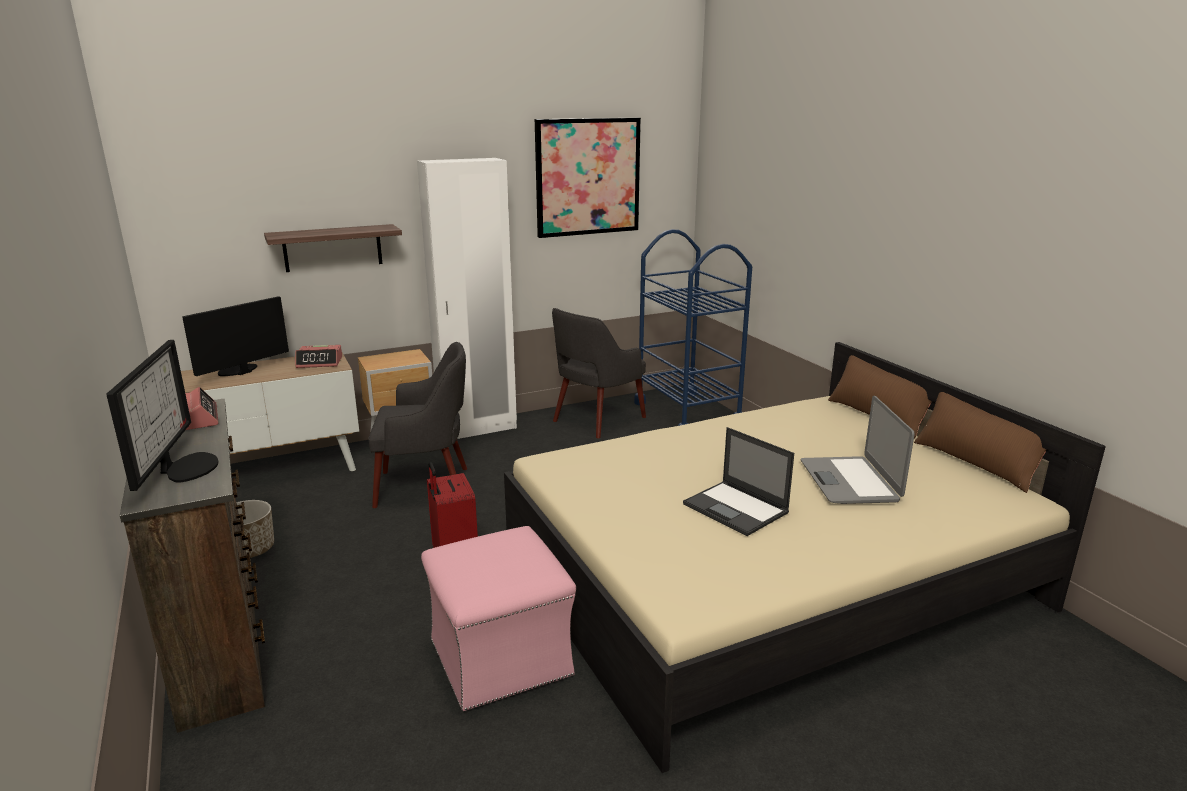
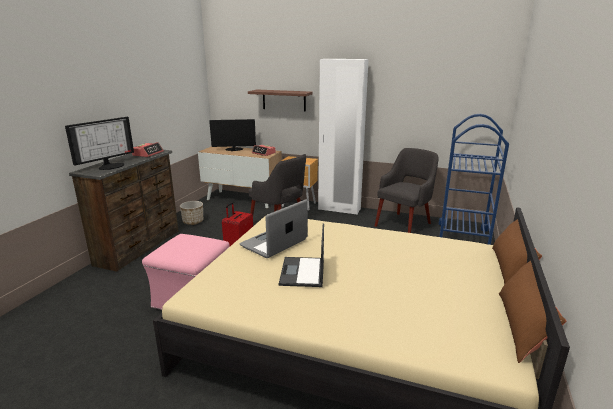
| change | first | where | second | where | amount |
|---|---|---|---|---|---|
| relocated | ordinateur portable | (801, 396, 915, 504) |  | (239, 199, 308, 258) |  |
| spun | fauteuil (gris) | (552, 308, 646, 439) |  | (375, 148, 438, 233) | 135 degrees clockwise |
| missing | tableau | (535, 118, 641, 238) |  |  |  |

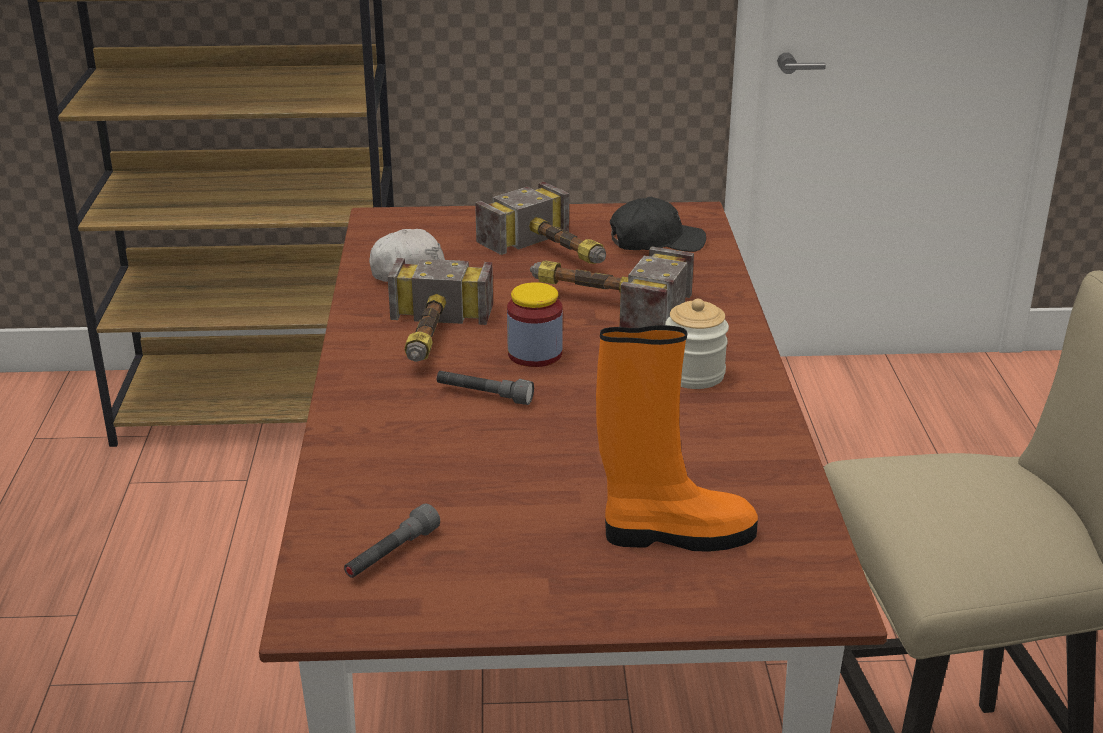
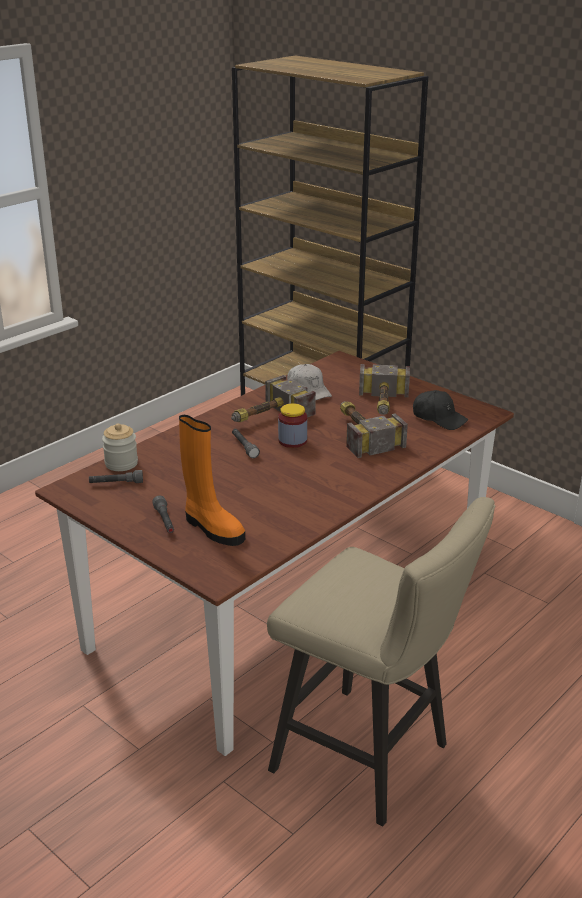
| change | first | where | second | where | amount |
|---|---|---|---|---|---|
| relocated | bocal | (665, 299, 729, 389) |  | (102, 424, 138, 471) |  |
| appeared |  |  | lampe de poche (gris) | (152, 496, 174, 533) |  |

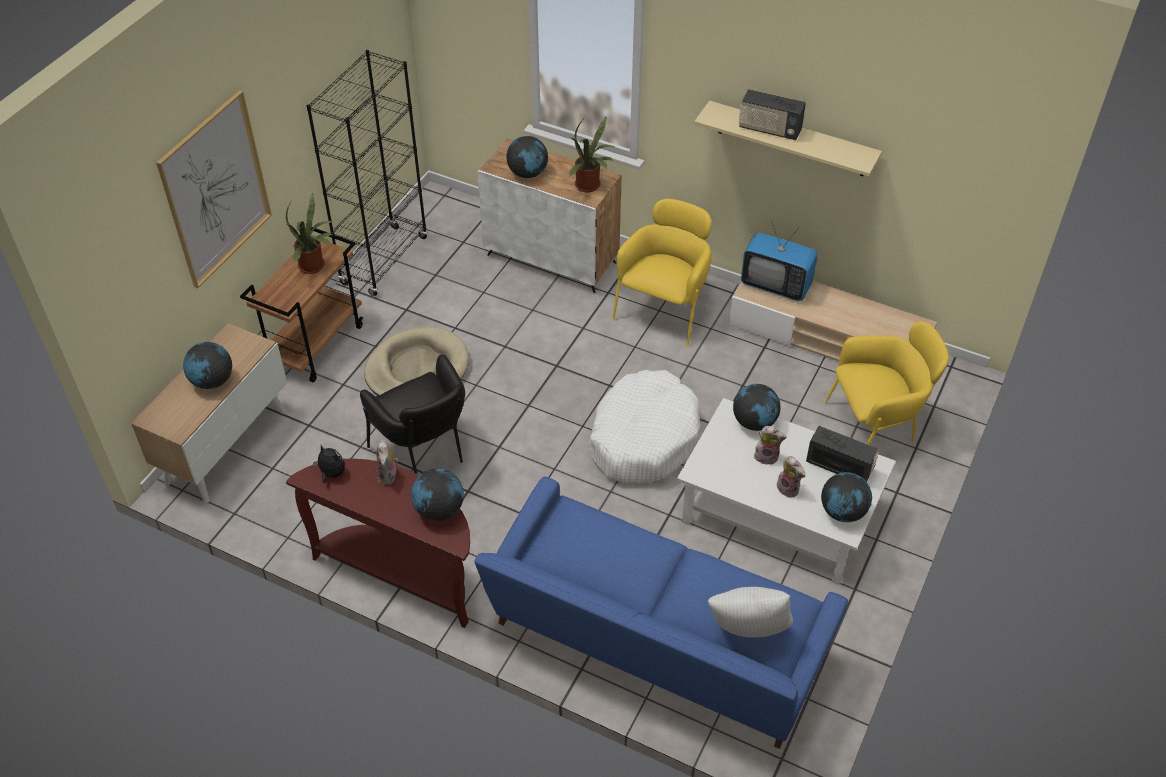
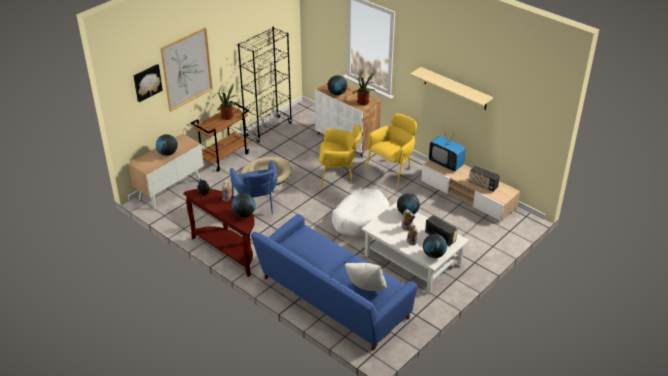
| change | first | where | second | where | amount |
|---|---|---|---|---|---|
| appeared |  |  | tableau | (133, 64, 163, 102) |  |
| colour | fauteuil (noir) | (360, 354, 465, 474) | fauteuil (bleu) | (230, 160, 278, 214) |  |
| relocated | fauteuil (jaune) | (825, 321, 949, 445) |  | (319, 124, 361, 188) |  |
| relocated | radio | (739, 89, 806, 140) |  | (469, 165, 500, 192) |  |

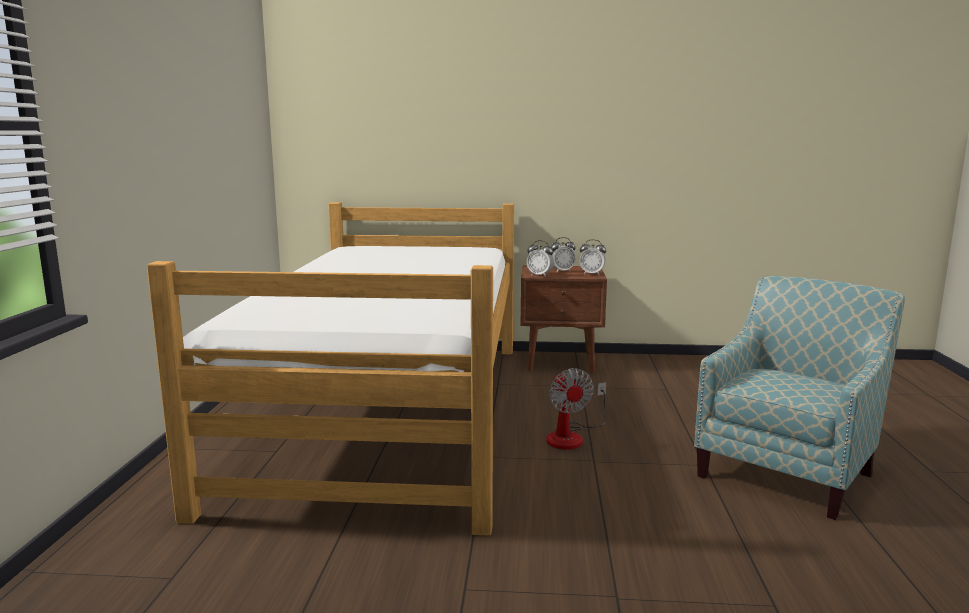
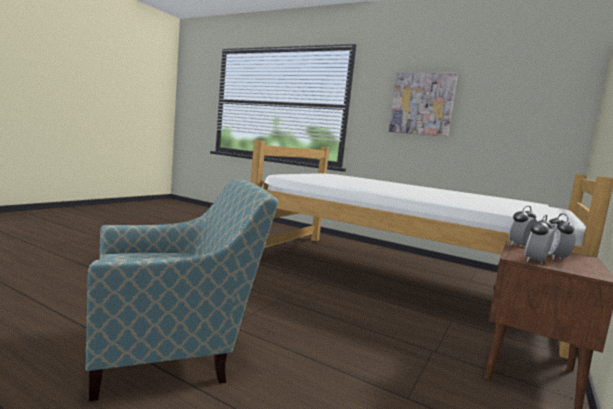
| change | first | where | second | where | amount |
|---|---|---|---|---|---|
| spun | fauteuil | (694, 276, 905, 520) |  | (85, 179, 278, 401) | 90 degrees counterclockwise |
| appeared |  |  | tableau | (389, 73, 458, 136) |  |
| missing | ventilateur | (546, 368, 606, 449) |  |  |  |

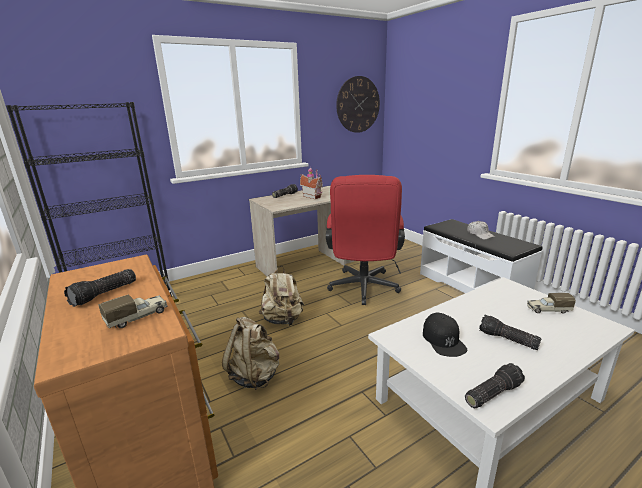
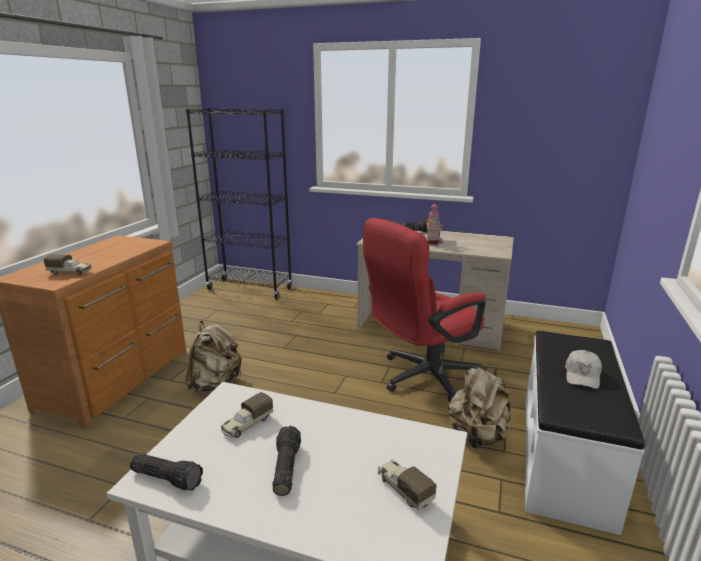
| change | first | where | second | where | amount |
|---|---|---|---|---|---|
| exchanged | casquette (noir) | (423, 313, 467, 357) | camion jouet | (221, 392, 273, 438) |  |
| relocated | sac à dos (beige) | (259, 266, 304, 326) |  | (448, 364, 510, 449) |  |
| missing | lampe de poche | (64, 269, 136, 307) |  |  |  |
| missing | horloge murale | (336, 76, 380, 133) |  |  |  |

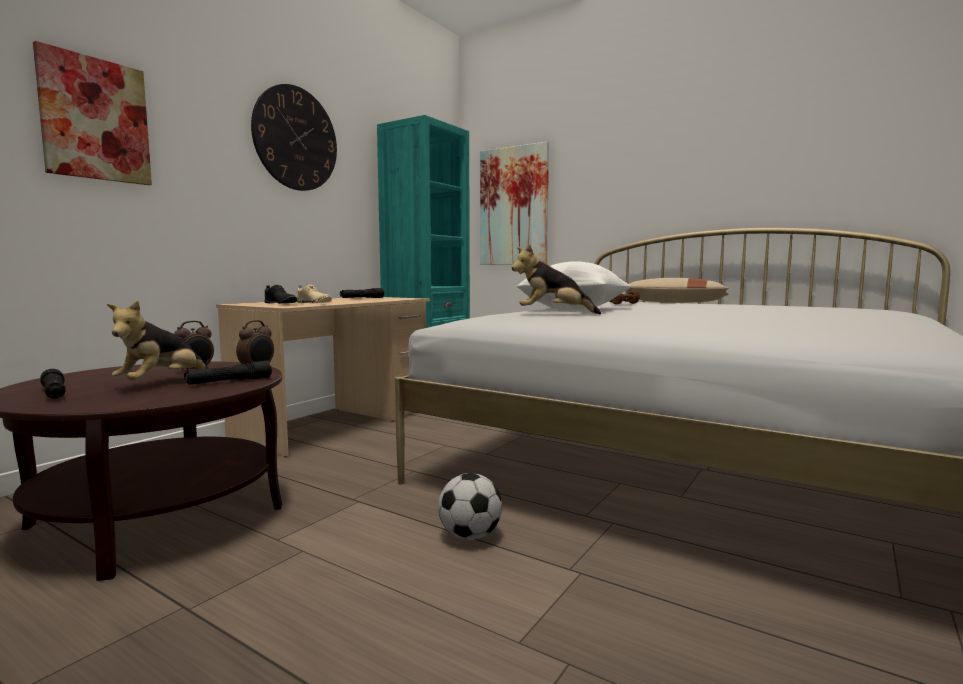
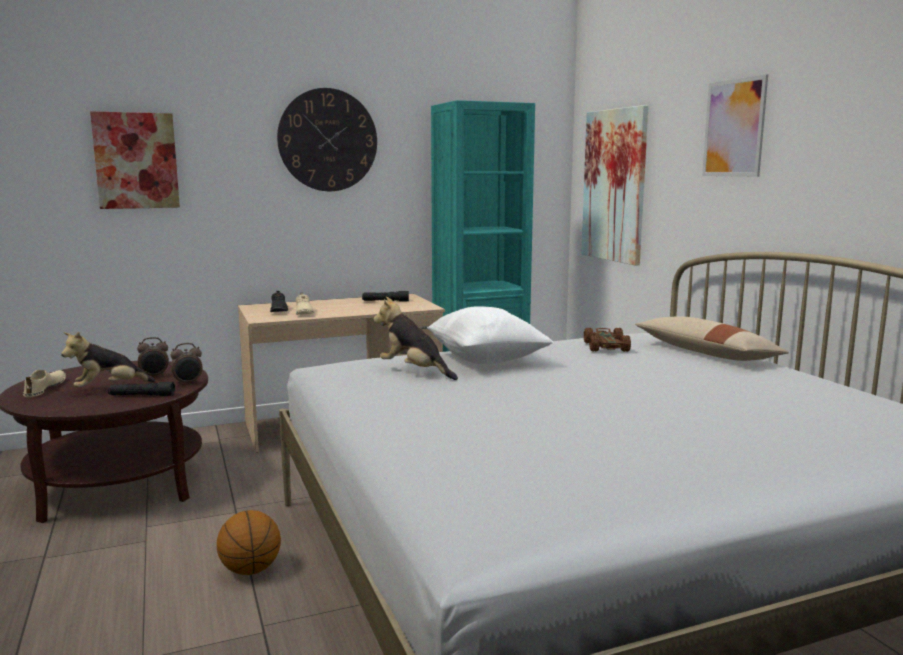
| change | first | where | second | where | amount |
|---|---|---|---|---|---|
| exchanged | lampe de poche (noir) | (40, 369, 66, 399) | chaussure (beige) | (23, 370, 66, 397) |  |
| exchanged | ballon de foot | (438, 473, 502, 540) | ballon de basket | (217, 510, 281, 575) |  |
| appeared |  |  | tableau | (702, 74, 768, 177) |  |

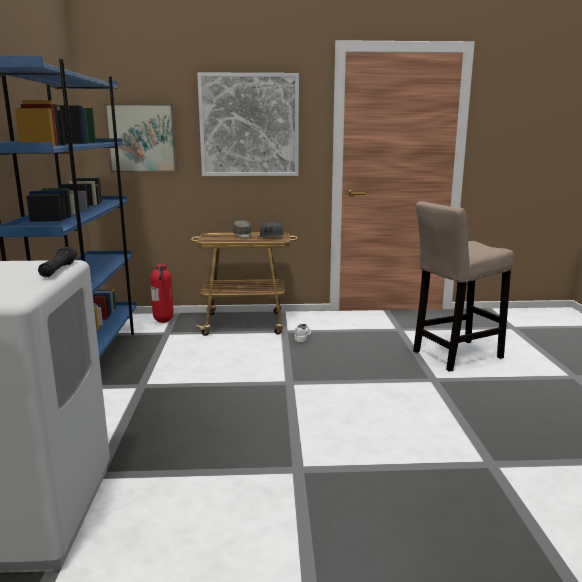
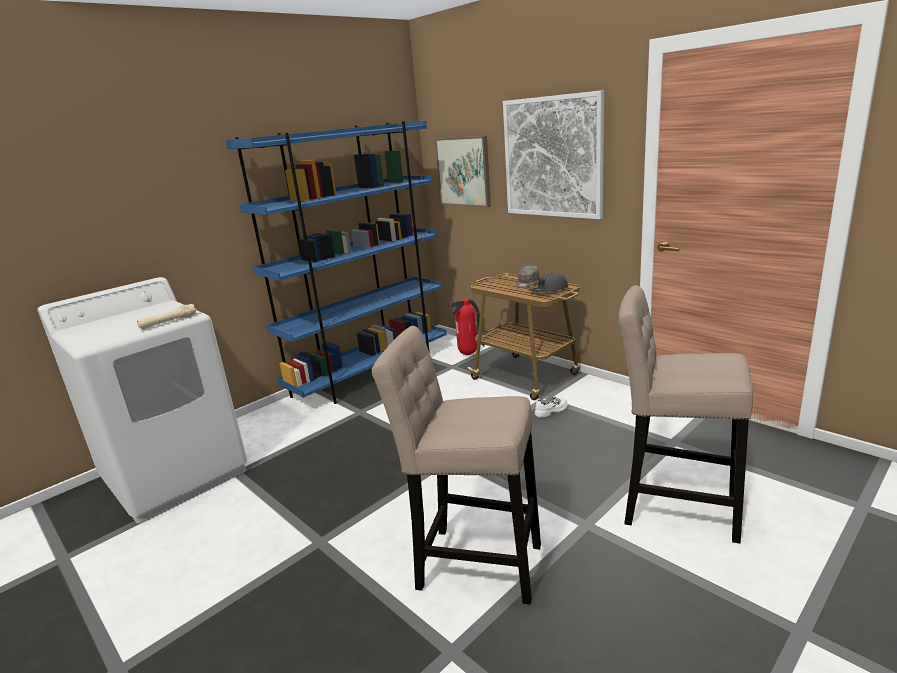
| change | first | where | second | where | amount |
|---|---|---|---|---|---|
| colour | lampe de poche (noir) | (38, 247, 77, 277) | lampe de poche (beige) | (137, 304, 197, 330) |  |
| appeared |  |  | tabouret (beige) | (371, 326, 541, 604) |  |

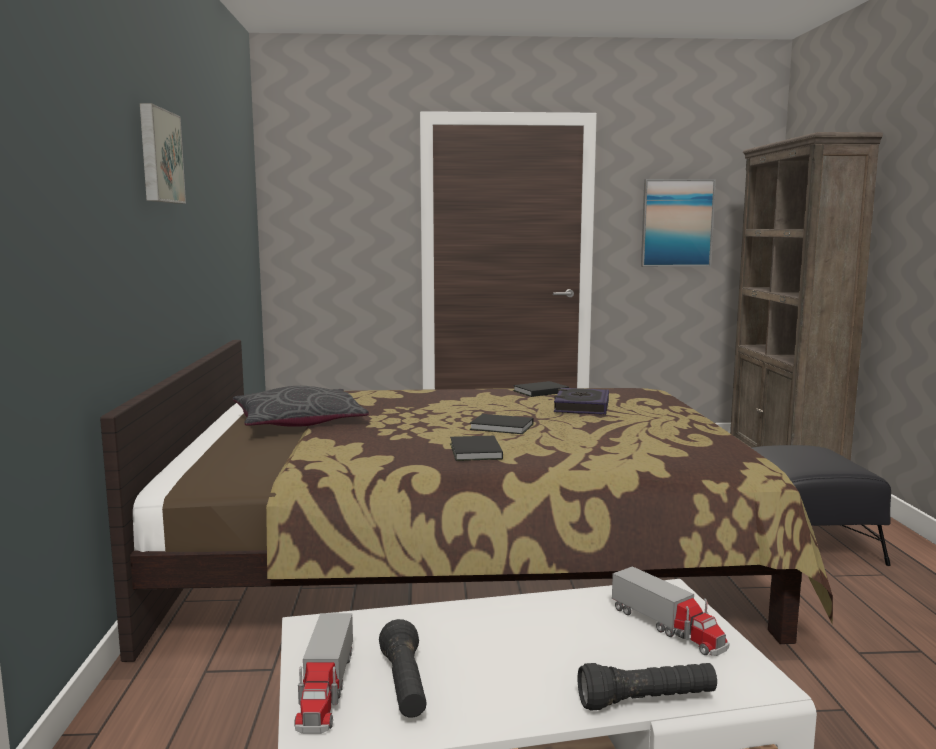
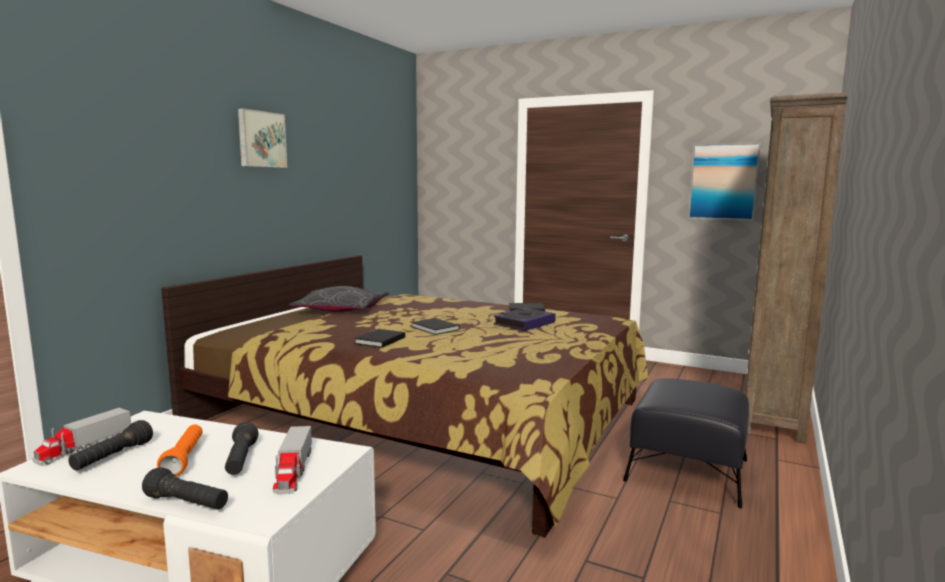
| change | first | where | second | where | amount |
|---|---|---|---|---|---|
| appeared |  |  | lampe de poche (orange) | (157, 424, 203, 476) |  |
| appeared |  |  | lampe de poche (noir) | (225, 422, 259, 475) |  |

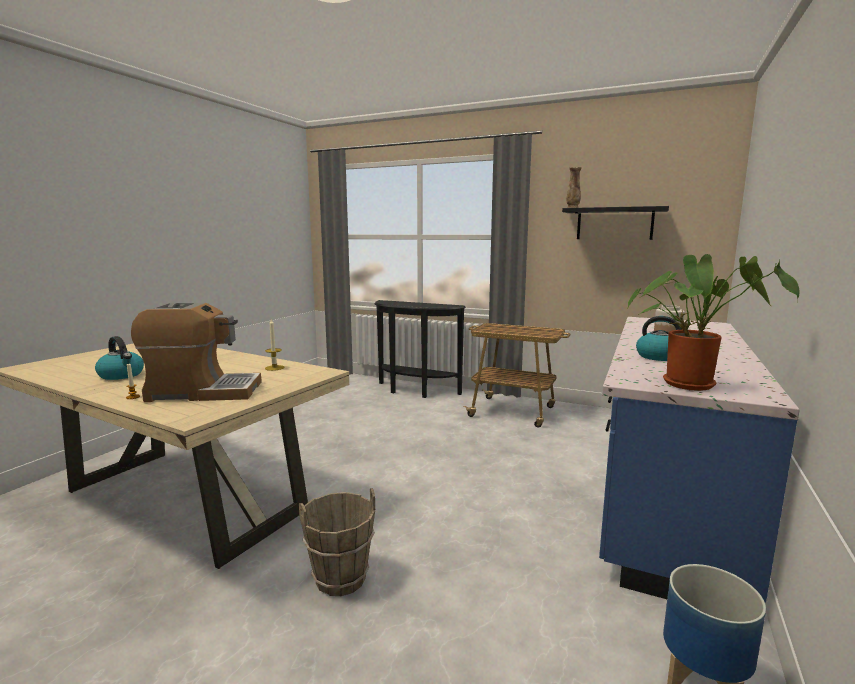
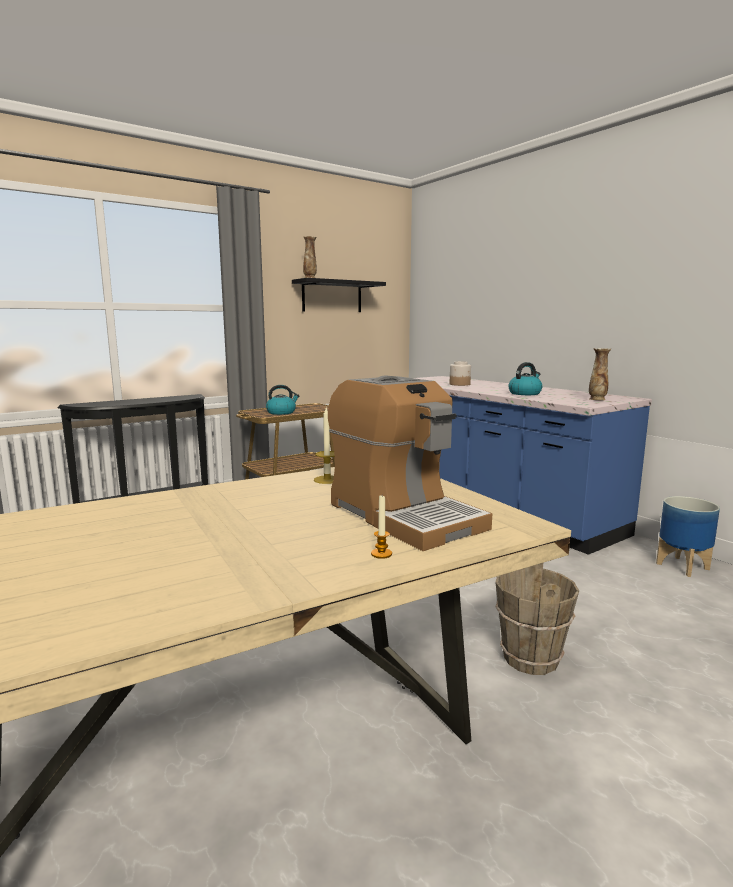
| change | first | where | second | where | amount |
|---|---|---|---|---|---|
| relocated | bouilloire | (95, 336, 144, 380) |  | (266, 385, 299, 415) |  |
| spun | machine à café | (131, 303, 262, 402) |  | (328, 375, 492, 551) | 120 degrees clockwise |
| exchanged | plante en pot | (628, 254, 800, 391) | vase | (589, 348, 611, 400) |  |

